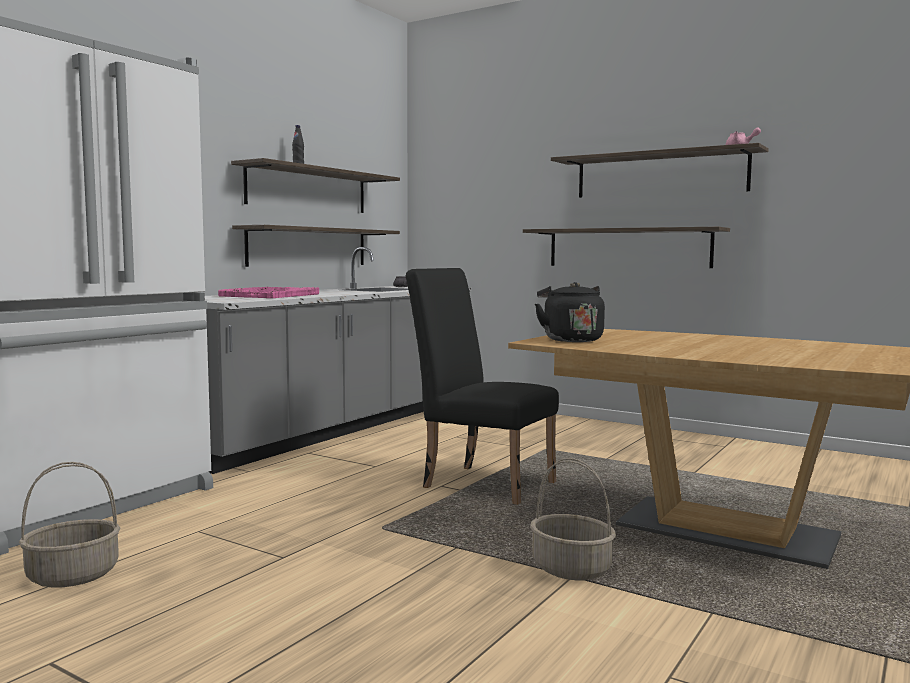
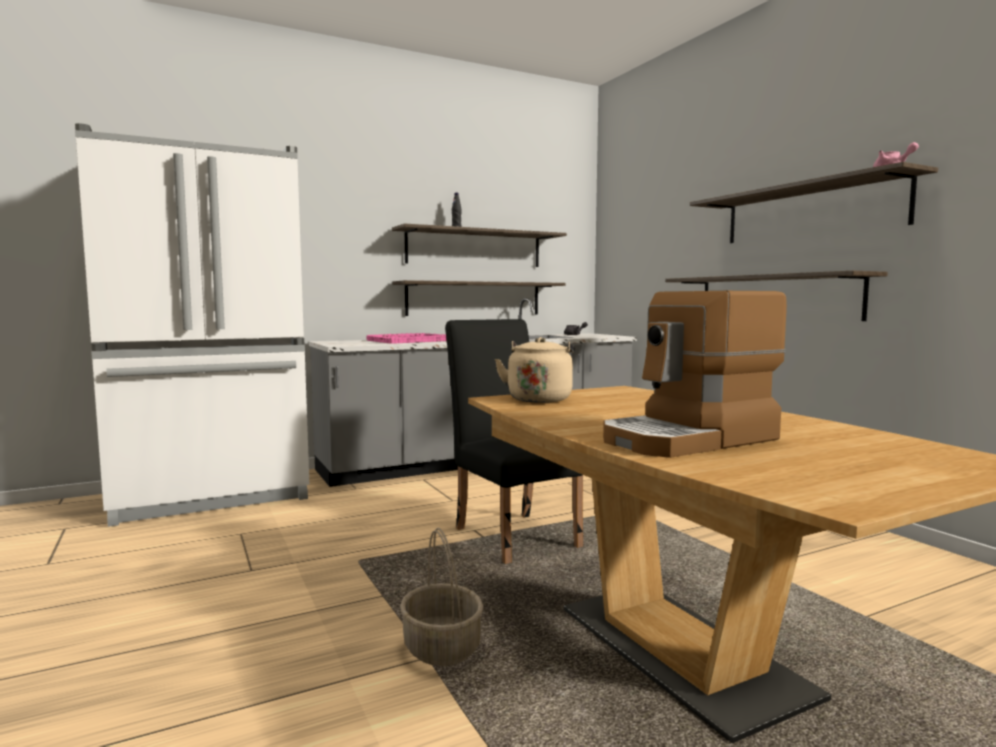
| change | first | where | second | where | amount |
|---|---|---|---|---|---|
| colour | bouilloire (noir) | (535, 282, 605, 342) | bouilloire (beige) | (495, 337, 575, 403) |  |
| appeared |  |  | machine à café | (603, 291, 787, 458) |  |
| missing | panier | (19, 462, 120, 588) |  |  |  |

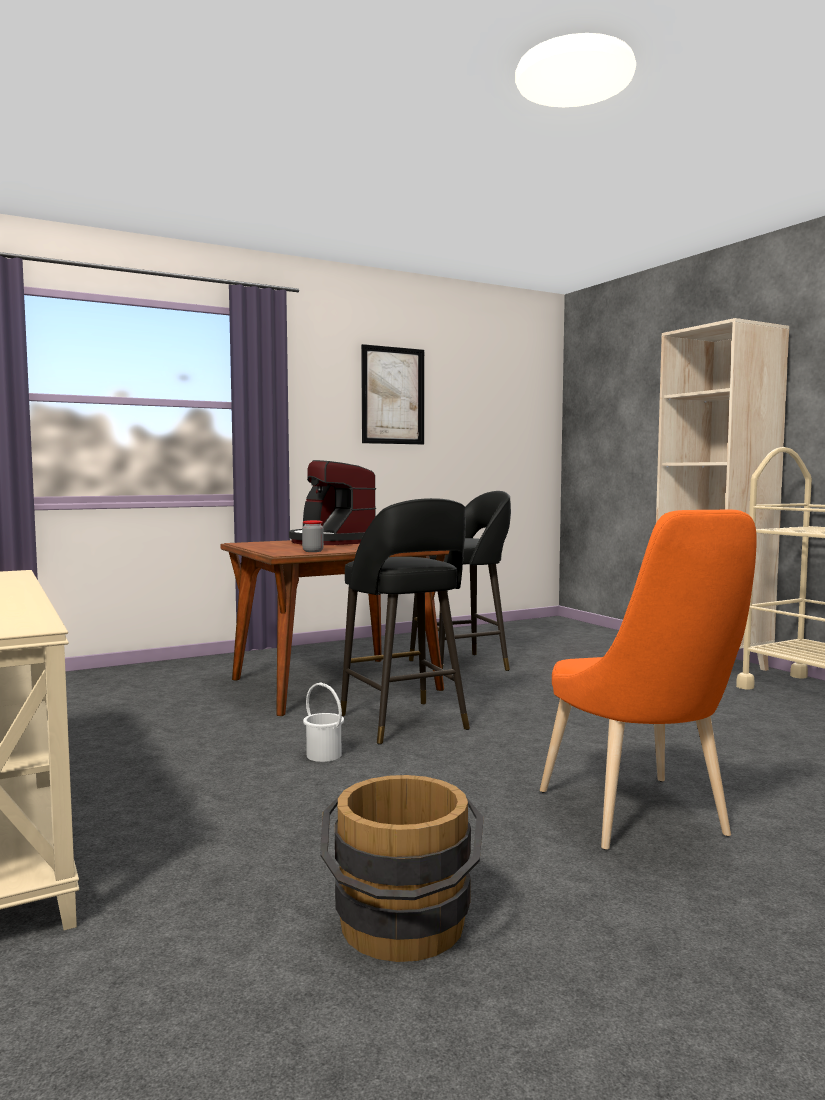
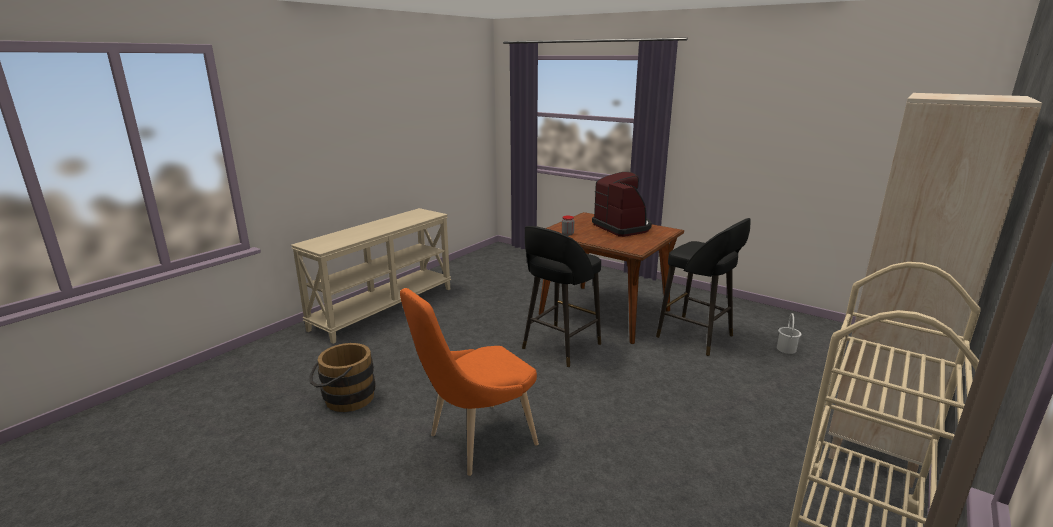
| change | first | where | second | where | amount |
|---|---|---|---|---|---|
| spun | machine à café | (289, 460, 376, 545) |  | (592, 172, 652, 237) | 120 degrees clockwise |
| relocated | seau (blanc) | (303, 682, 344, 762) |  | (777, 313, 801, 354) |  |
| missing | tableau | (361, 344, 424, 444) |  |  |  |

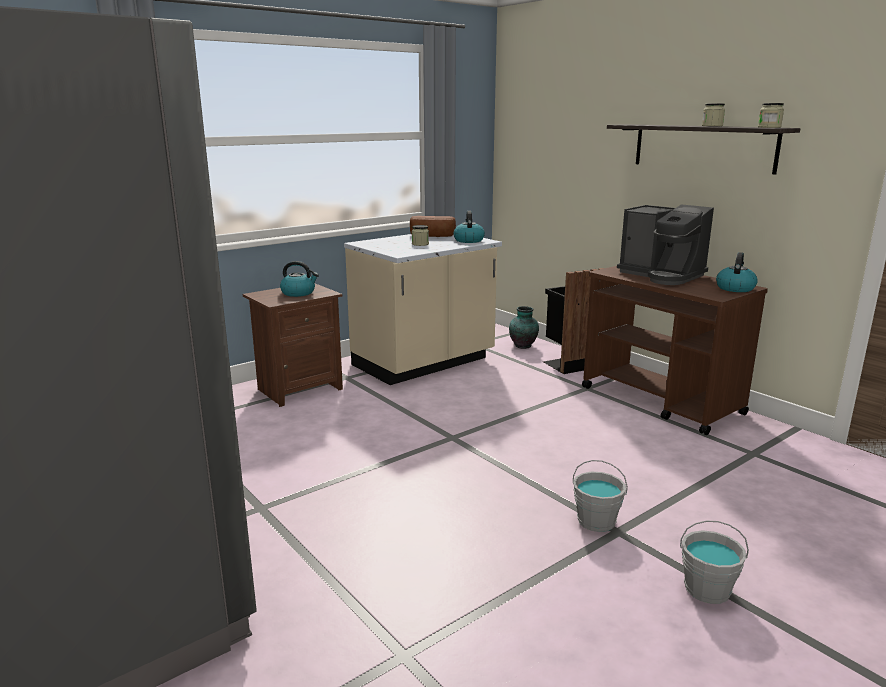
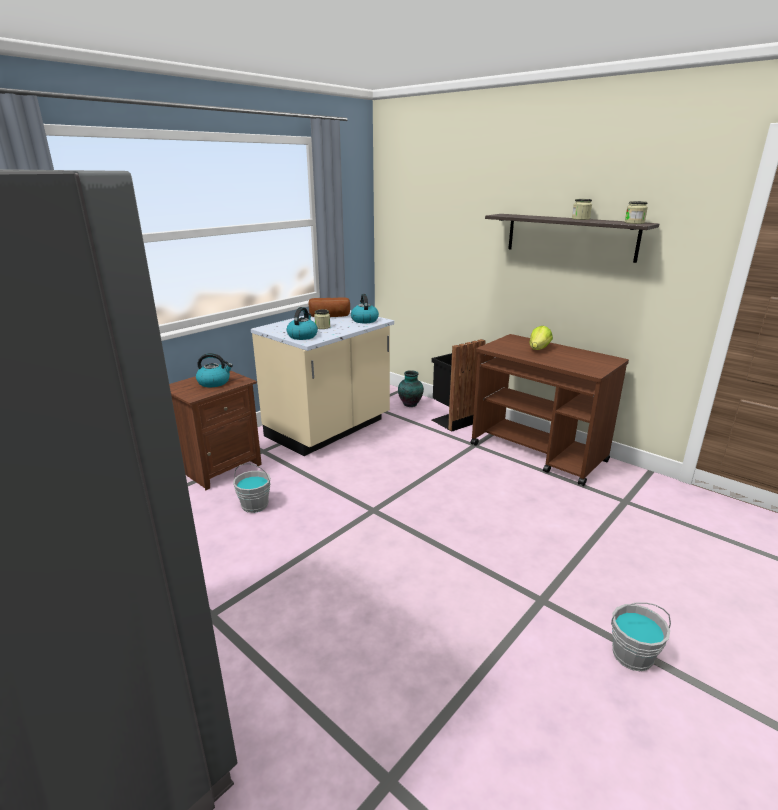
| change | first | where | second | where | amount |
|---|---|---|---|---|---|
| relocated | seau (gris) | (573, 460, 628, 532) |  | (233, 463, 271, 513) |  |
| relocated | bouilloire | (716, 252, 758, 292) |  | (286, 307, 318, 340) |  |
| exchanged | machine à café | (617, 204, 714, 285) | laitue | (529, 326, 553, 350) |  |

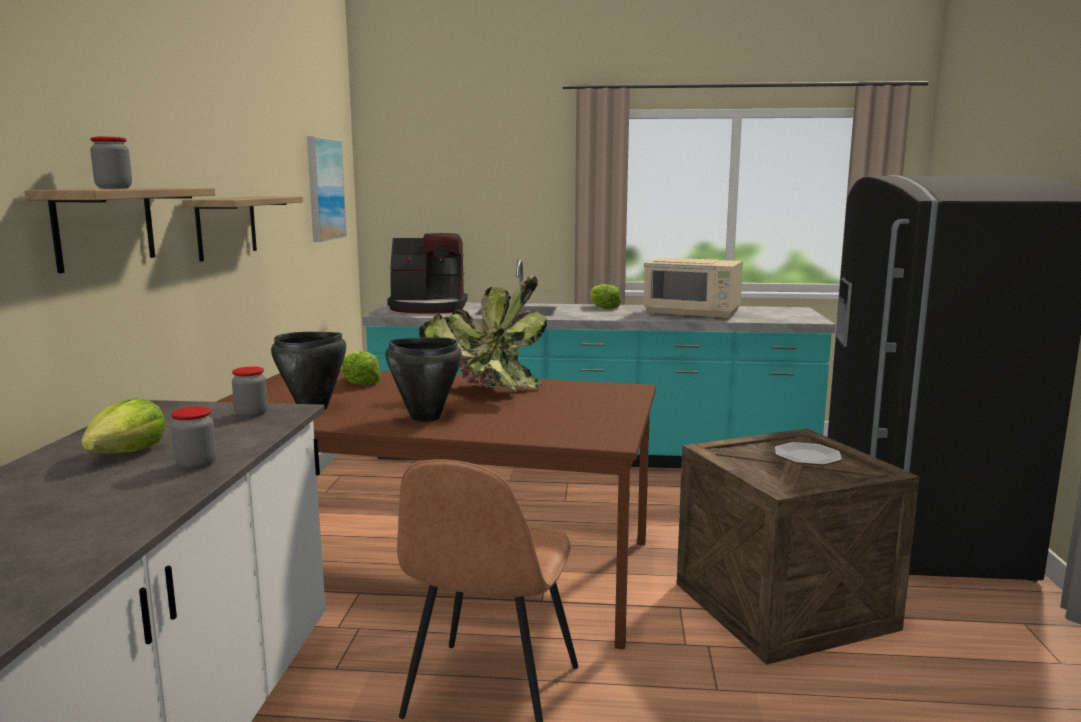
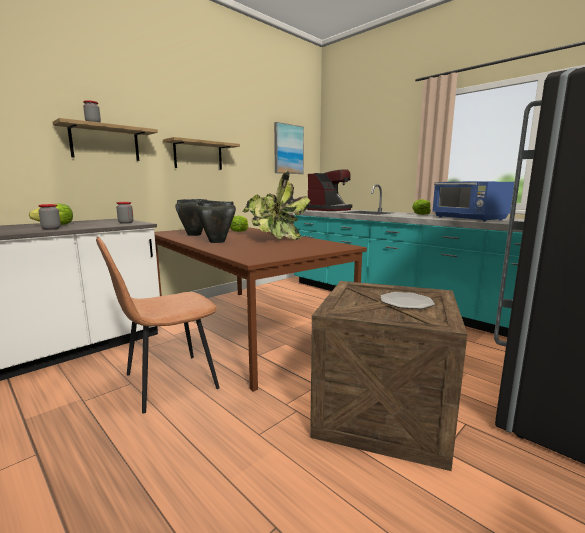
| change | first | where | second | where | amount |
|---|---|---|---|---|---|
| spun | machine à café | (387, 233, 467, 314) |  | (307, 169, 352, 211) | 90 degrees counterclockwise |
| colour | micro-ondes (beige) | (643, 258, 743, 319) | micro-ondes (bleu) | (433, 181, 514, 221) |  |

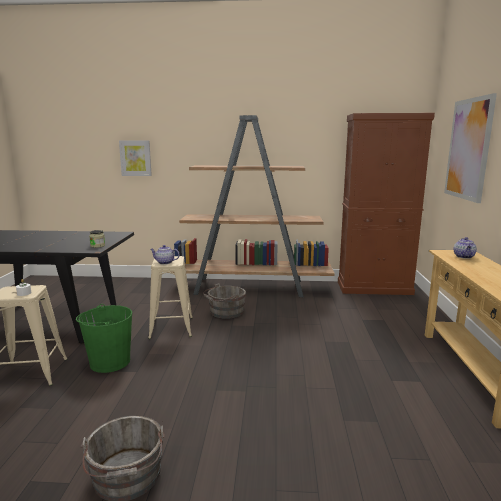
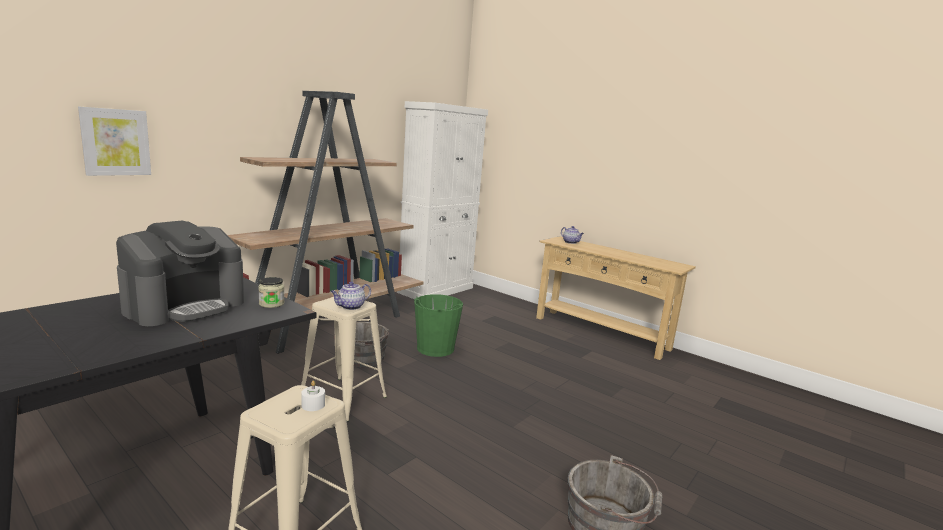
| change | first | where | second | where | amount |
|---|---|---|---|---|---|
| appeared |  |  | machine à café | (116, 221, 244, 326) |  |
| colour | meuble de rangement (marron) | (338, 113, 435, 295) | meuble de rangement (blanc) | (397, 101, 488, 299) |  |
| relocated | seau (vert) | (76, 304, 132, 373) |  | (414, 294, 463, 357) |  |
| missing | tableau | (444, 93, 497, 203) |  |  |  |

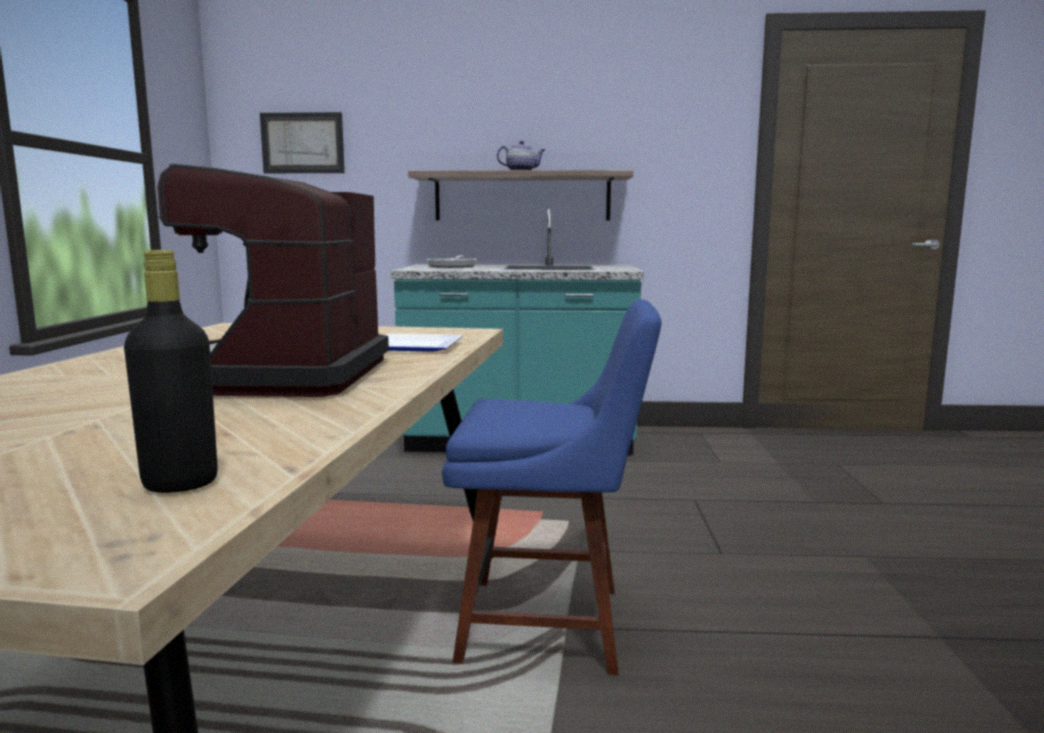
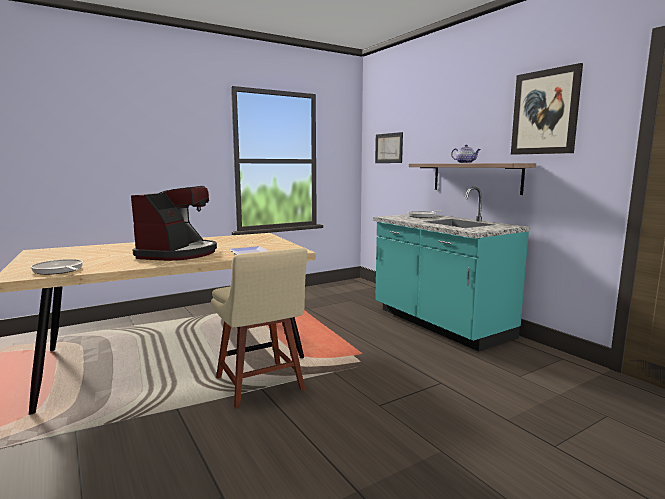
| change | first | where | second | where | amount |
|---|---|---|---|---|---|
| exchanged | bouteille (noir) | (124, 250, 218, 493) | poêle | (31, 259, 83, 275) |  |
| spun | machine à café | (157, 164, 389, 397) |  | (131, 186, 217, 261) | 135 degrees clockwise |
| colour | chaise (bleu) | (442, 299, 661, 675) | chaise (beige) | (211, 248, 307, 409) |  |
| appeared |  |  | tableau | (511, 63, 583, 155) |  |

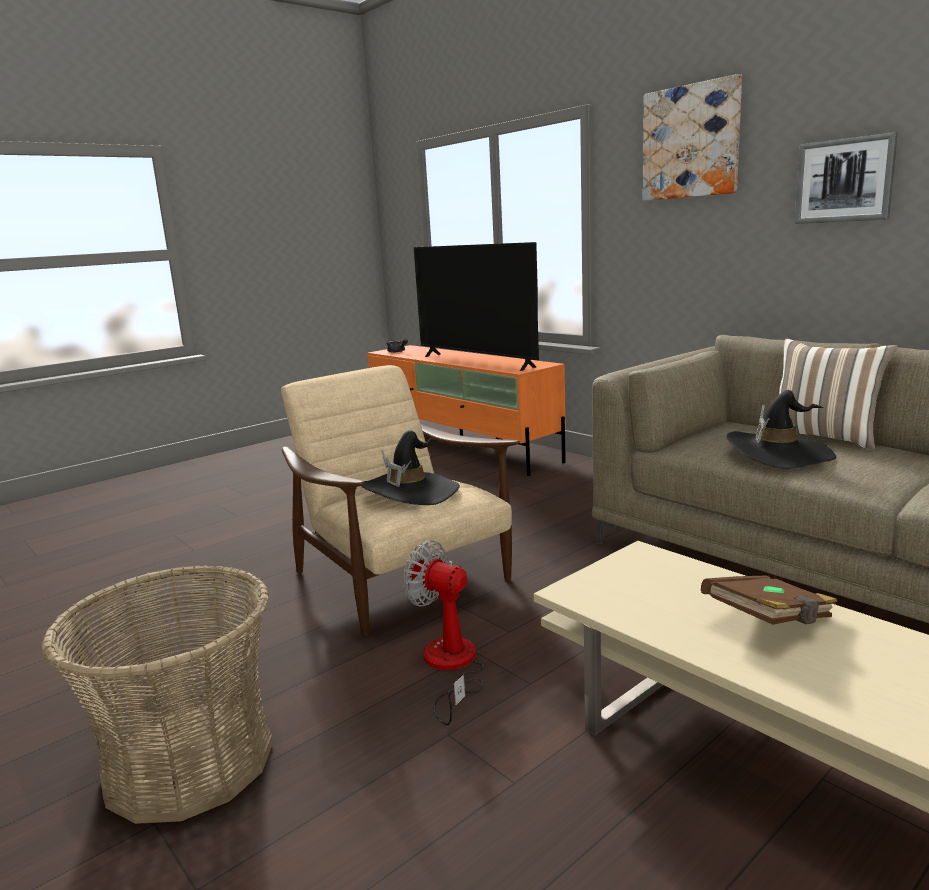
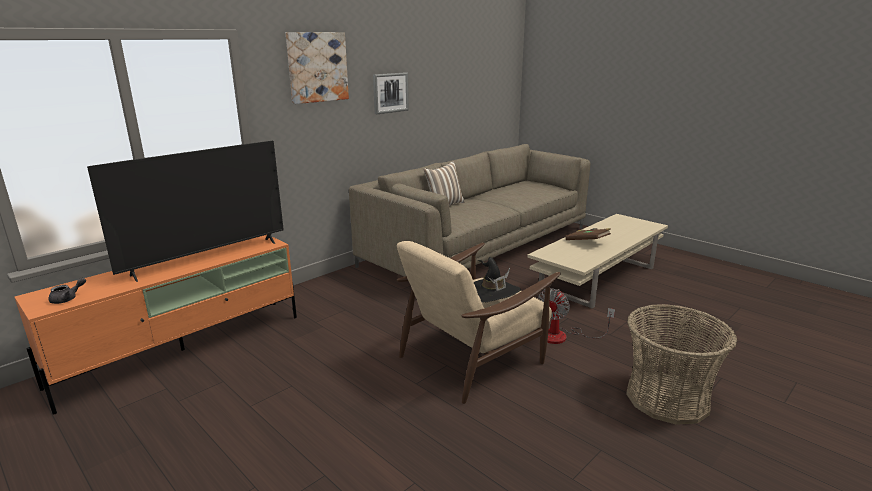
| change | first | where | second | where | amount |
|---|---|---|---|---|---|
| missing | chapeau (noir) | (726, 390, 836, 469) |  |  |  |

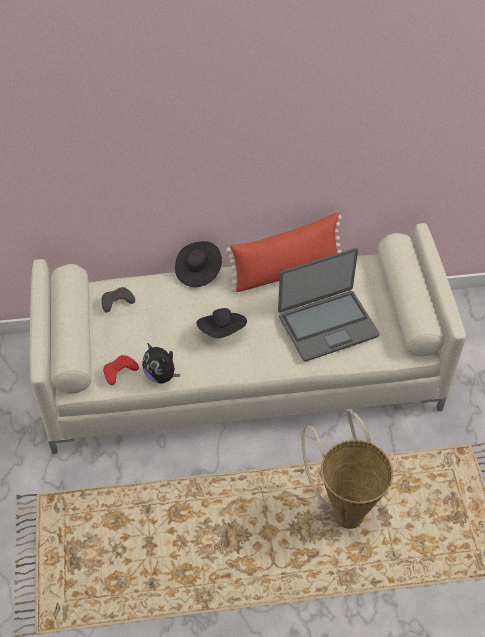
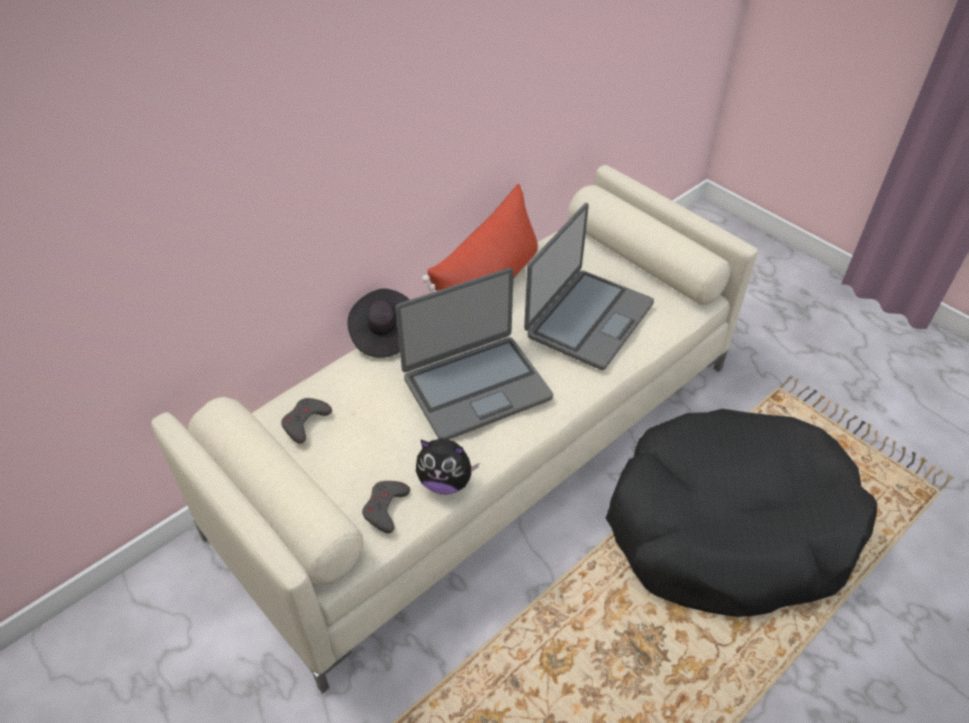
| change | first | where | second | where | amount |
|---|---|---|---|---|---|
| colour | manette (rouge) | (103, 355, 139, 385) | manette (gris) | (362, 481, 410, 533) |  |
| exchanged | chapeau (noir) | (196, 308, 247, 338) | ordinateur portable | (395, 268, 553, 440) |  |
| exchanged | panier | (302, 411, 393, 529) | panier pour chien (noir) | (606, 409, 877, 617) |  |

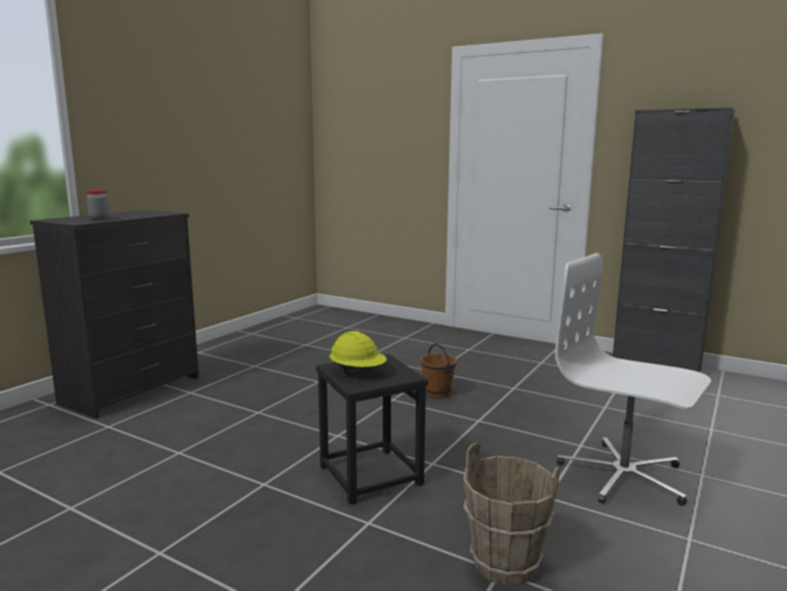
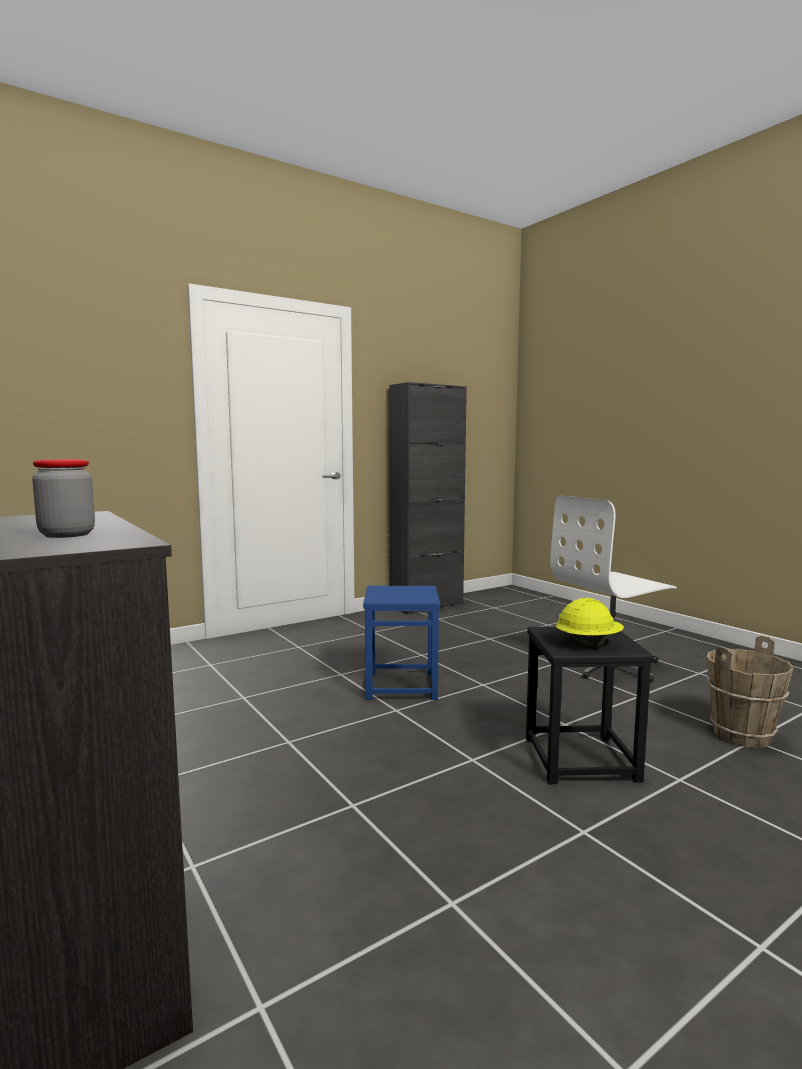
| change | first | where | second | where | amount |
|---|---|---|---|---|---|
| exchanged | seau (marron) | (421, 343, 457, 398) | tabouret (bleu) | (363, 586, 440, 700) |  |

